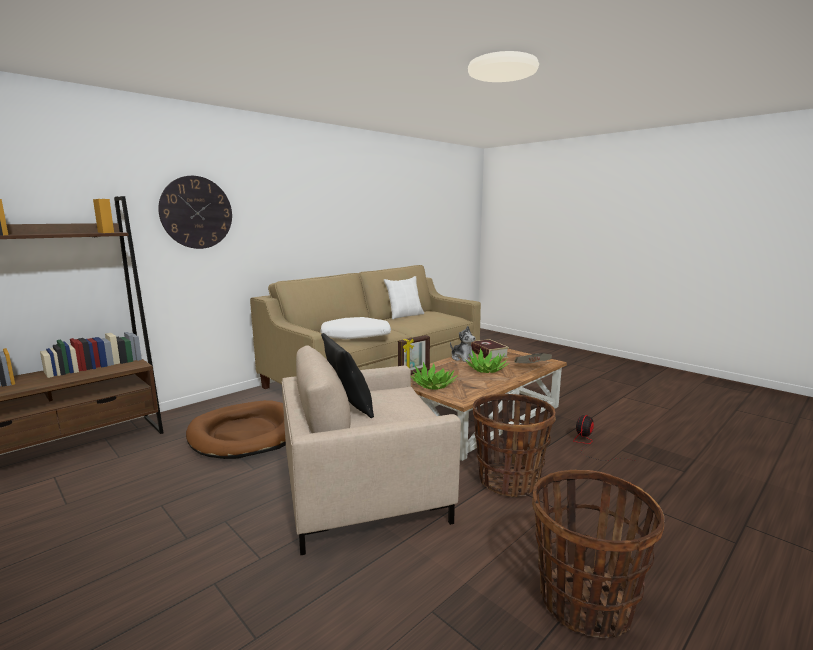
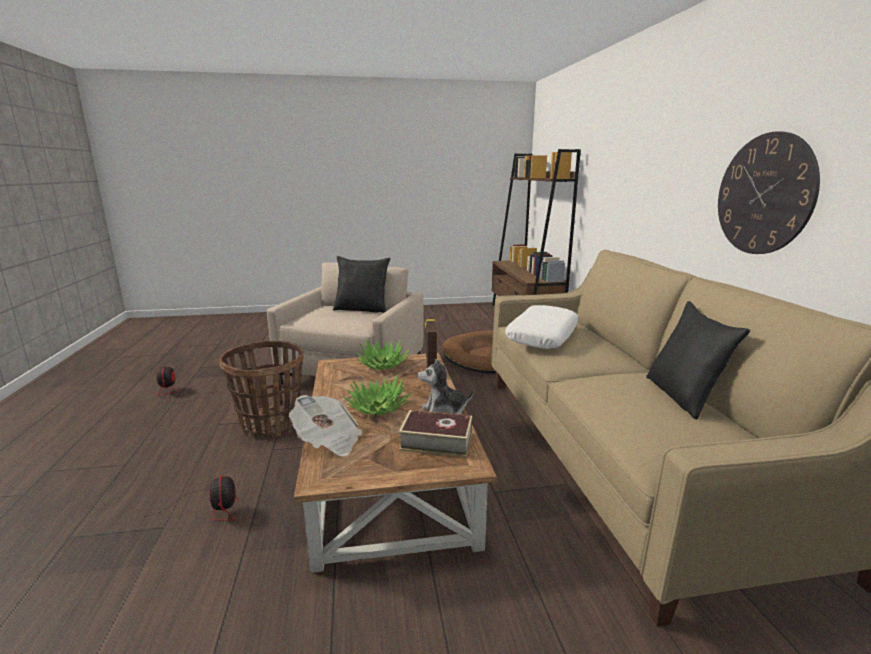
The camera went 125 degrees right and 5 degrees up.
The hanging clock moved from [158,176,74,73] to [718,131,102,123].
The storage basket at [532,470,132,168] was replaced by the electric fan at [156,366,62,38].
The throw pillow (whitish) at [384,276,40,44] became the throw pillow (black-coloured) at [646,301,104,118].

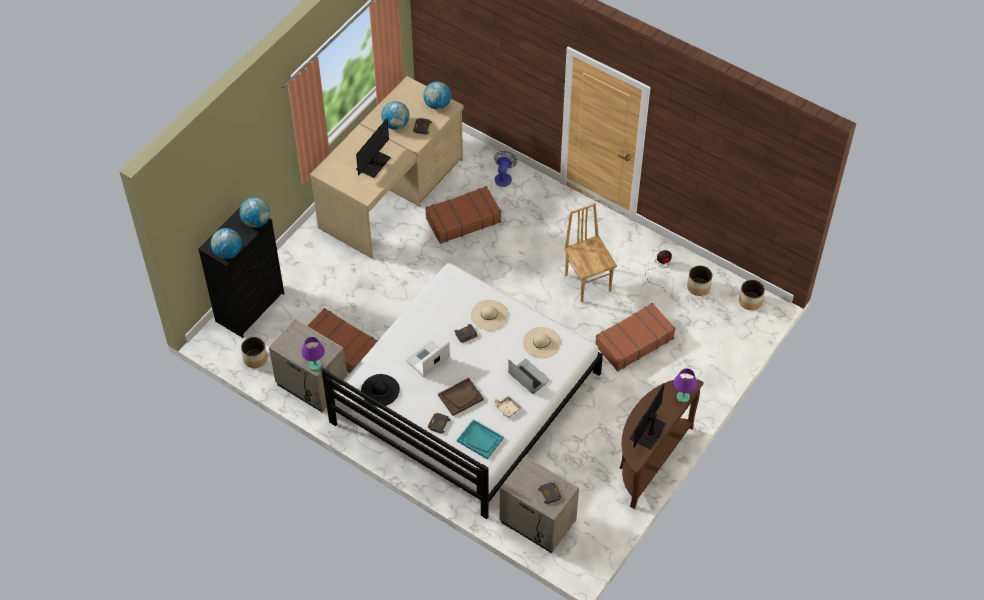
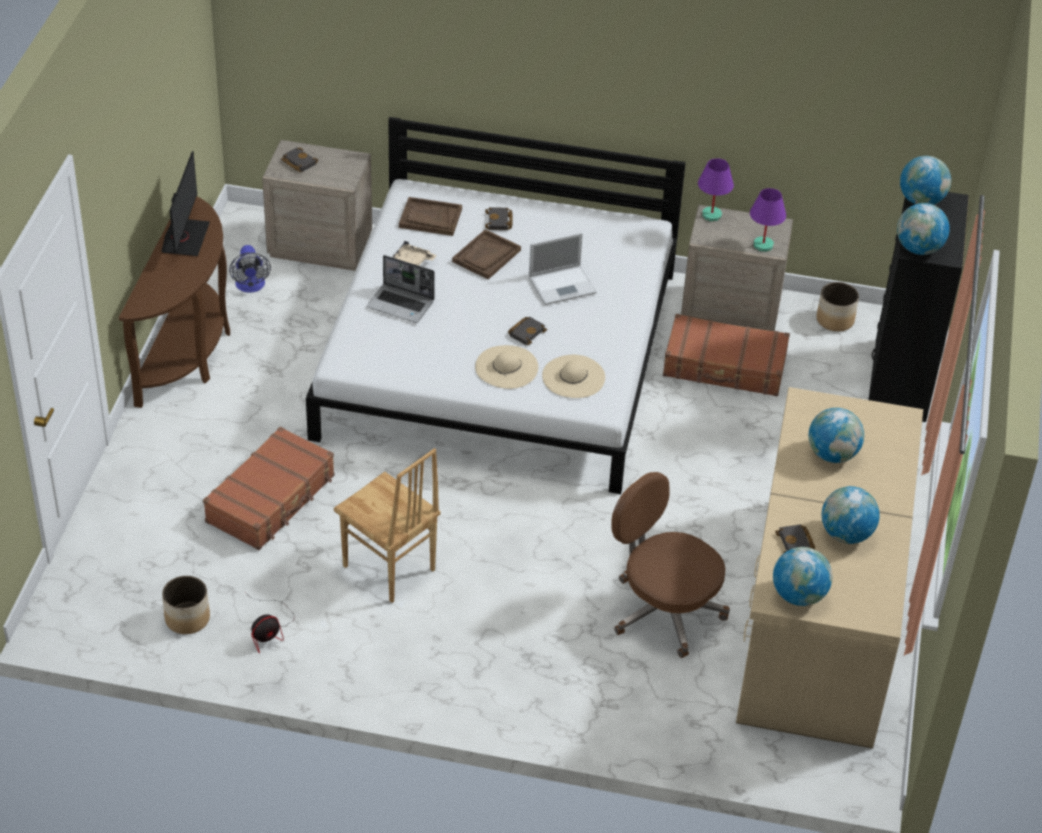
The camera went 155 degrees right and 10 degrees down.
The wearable hat (black-coloured) at [361,374,39,33] disappeared.
The plant pot at [739,280,26,30] disappeared.
The electric fan moved from [494,151,23,36] to [229,245,42,48].
The wearable hat (sand-coloured) moved from [523,327,37,31] to [542,355,63,43].
The lamp for a table (purplish) moved from [674,368,24,35] to [750,188,36,64].
The computer display at [356,118,35,60] was replaced by the desk globe at [808,408,56,55].
The suitcase (brownish) at [425,186,77,58] was replaced by the office chair (brownish) at [611,472,119,186].
The carrying tray (turquoise) at [457,419,47,40] became the carrying tray (brownish) at [399,197,63,39].
The portable computer at [406,341,44,36] turned 45 degrees clockwise.

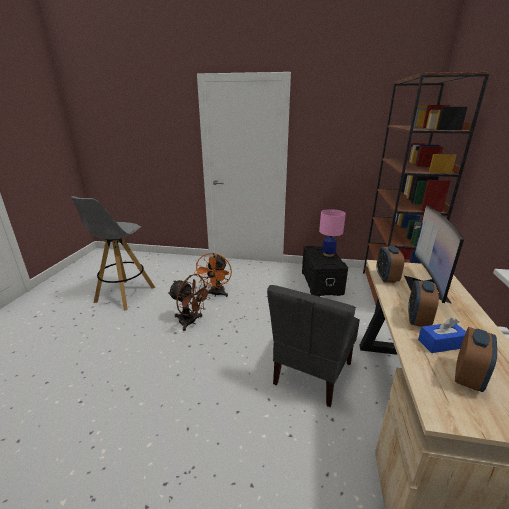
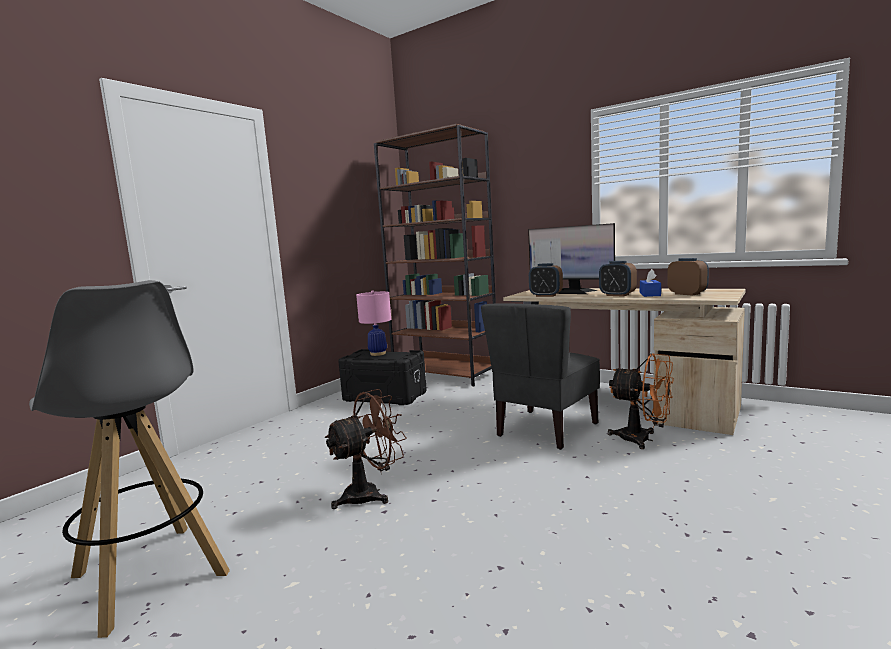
The camera went 65 degrees left and 15 degrees down.
The electric fan (orangey) moved from [194,253,38,44] to [608,353,66,96].
The upright chair (greyish) at [267,285,93,122] turned 75 degrees clockwise.

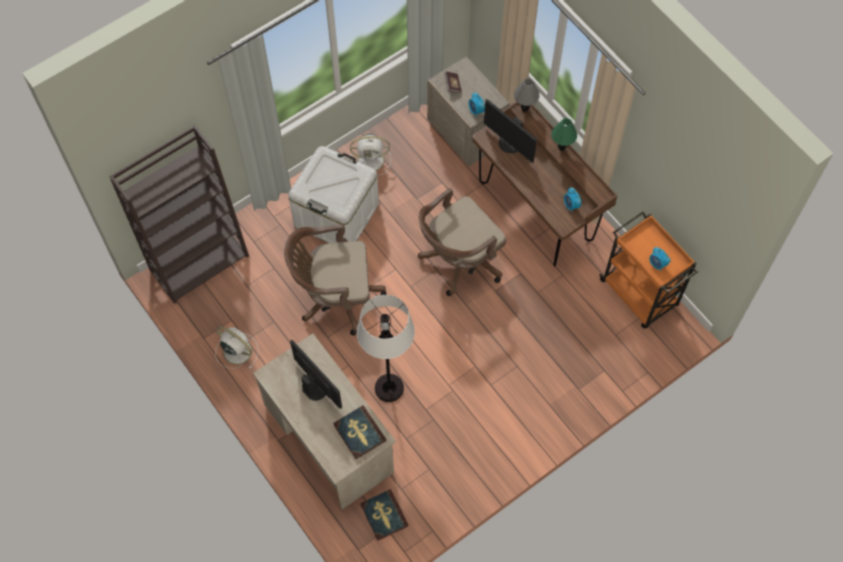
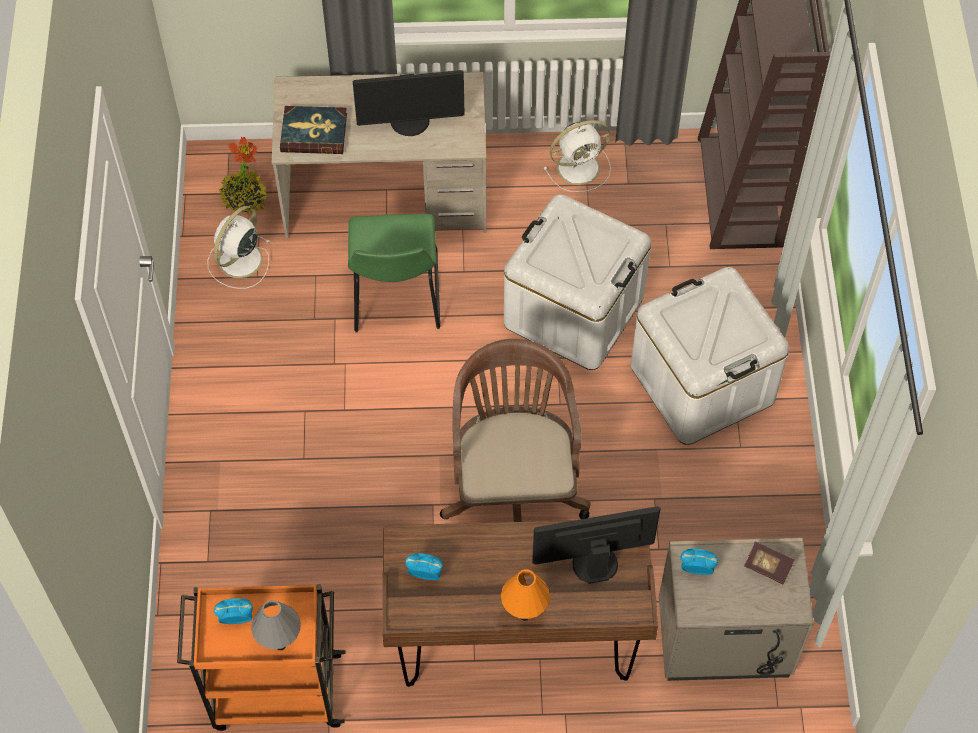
The camera went 125 degrees right and 5 degrees down.
The electric fan (whitish) moved from [350,134,41,42] to [208,206,62,83].
The lamp for a table (greyish) moved from [514,78,26,34] to [251,600,50,50].
The office chair (brownish) at [284,224,103,111] was replaced by the storage container (whitish) at [504,194,147,176].
The standing lamp (whitish) at [357,295,58,107] was replaced by the upright chair (green) at [348,214,93,118].
The book at [360,489,49,52] was replaced by the plant in a pot at [218,137,50,79].
The lamp for a table (green) at [551,118,26,33] became the lamp for a table (orangey) at [501,569,49,52].

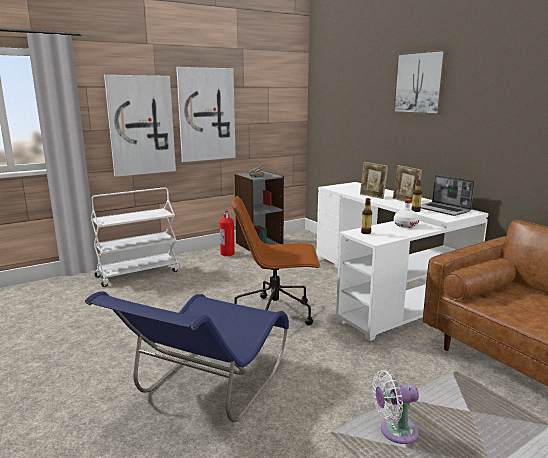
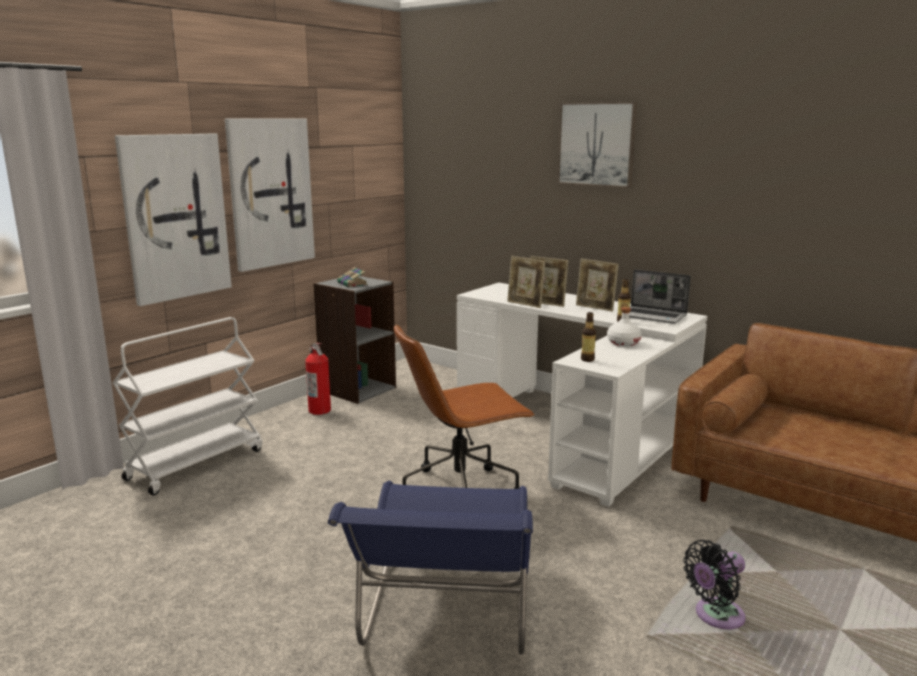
The camera went 20 degrees left and 0 degrees up.
The photo frame at [507,256,39,52] appeared.
The electric fan (whitish) at [373,370,46,74] became the electric fan (black-coloured) at [683,540,63,89].

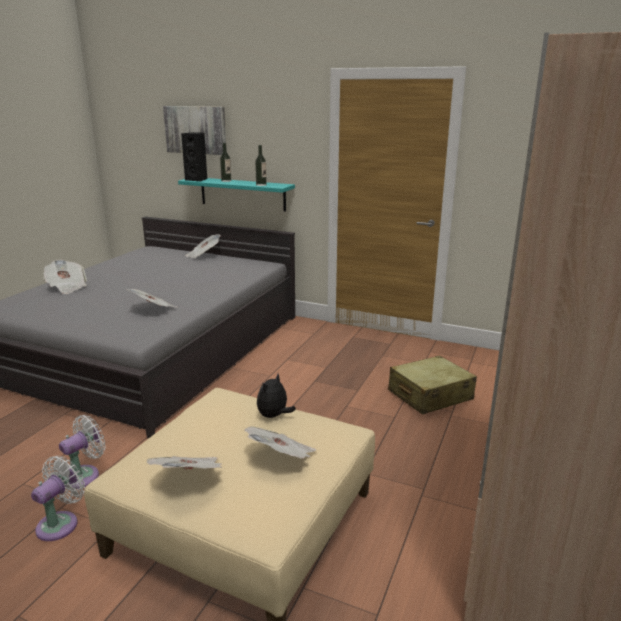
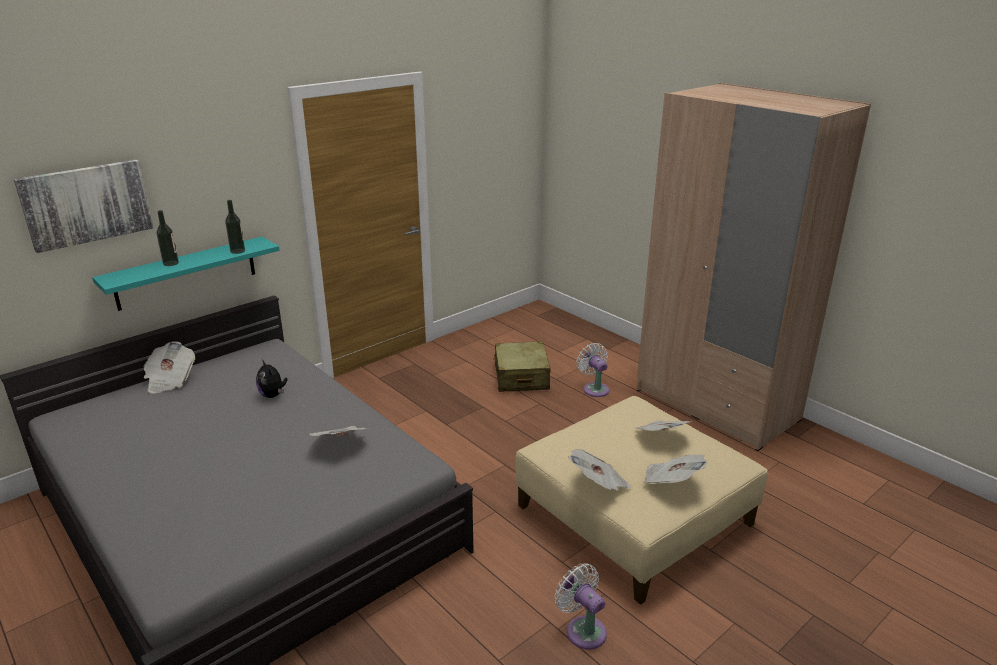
The camera went 65 degrees left and 5 degrees up.
The audio speaker (black-coloured) at [181,132,26,50] disappeared.
The newspaper moved from [44,259,43,35] to [568,449,63,41].
The electric fan (whitish) moved from [59,415,47,74] to [576,343,33,54].
The soft toy moved from [257,374,39,44] to [256,361,32,37].

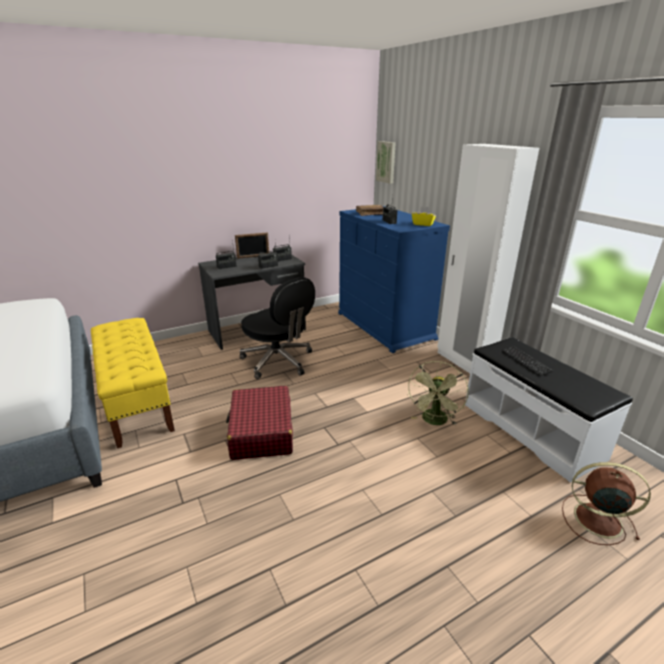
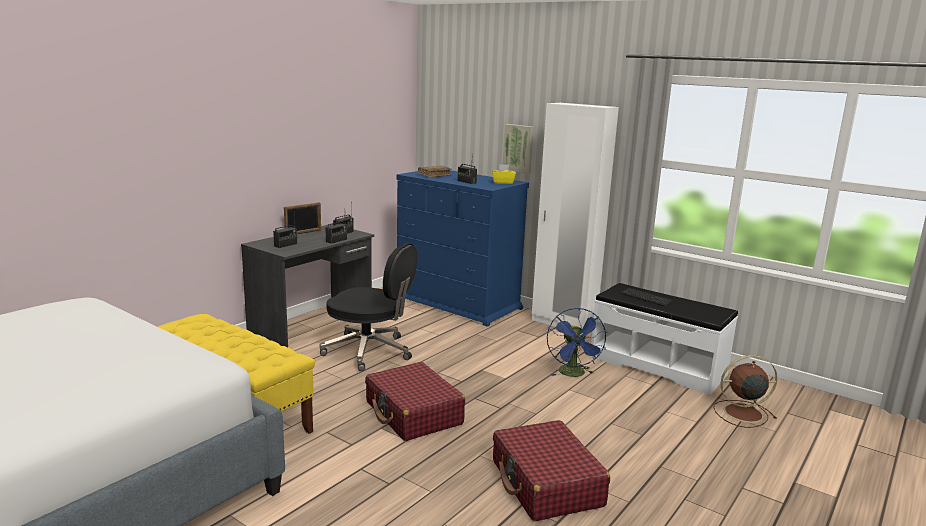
The camera went 25 degrees left and 10 degrees down.
The suitcase (red) at [493,420,117,101] appeared.
The wall picture moved from [376,141,20,43] to [503,124,31,49].
The electric fan (green) at [407,361,62,64] became the electric fan (blue-coloured) at [547,308,60,69].

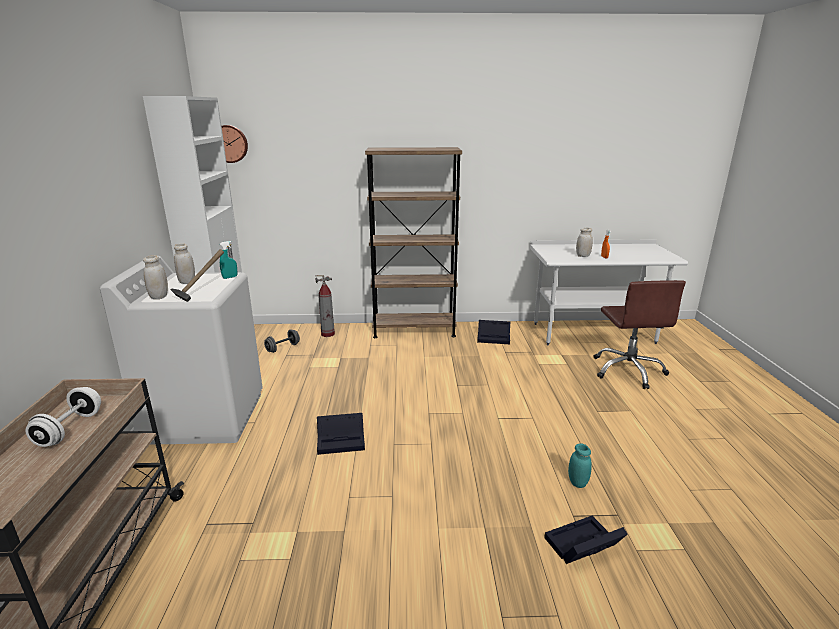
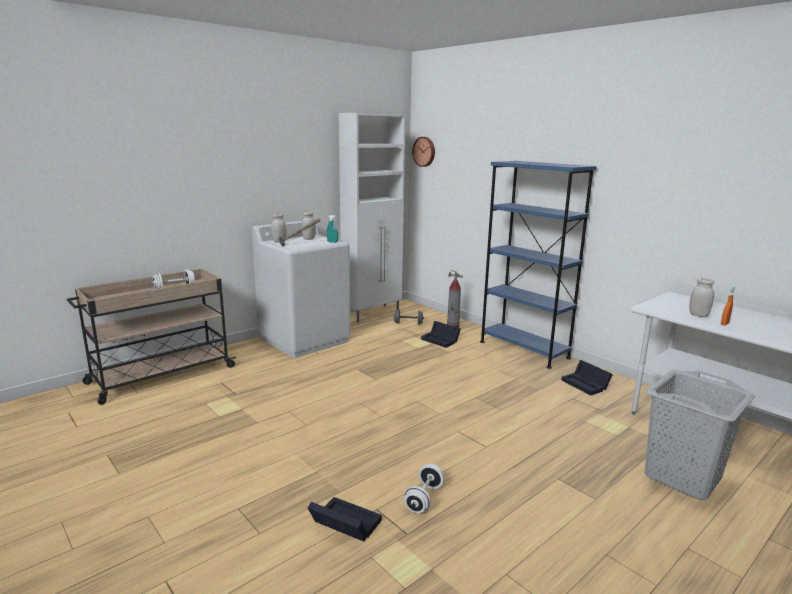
The camera went 50 degrees right and 5 degrees down.
The storage container (black-coloured) moved from [317,413,48,42] to [421,321,40,27].
The preserve jar (turquoise) at [568,444,24,44] was replaced by the free weight (whitish) at [404,464,40,49].
The office chair (brownish) at [594,280,92,109] was replaced by the laundry basket (greyish) at [645,370,110,130].
The shelving unit (brownish) at [365,147,97,191] became the shelving unit (blue-coloured) at [480,161,117,208].

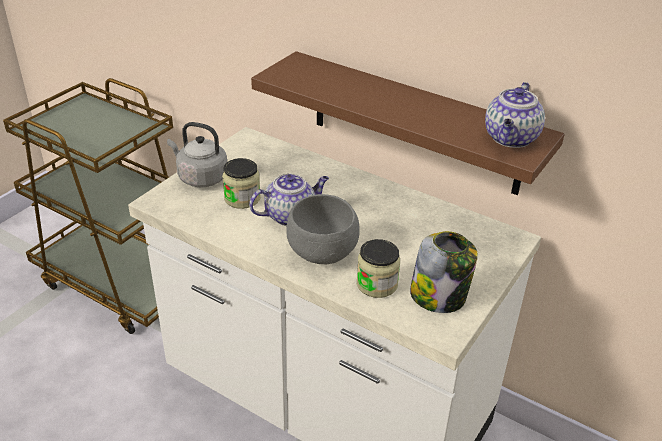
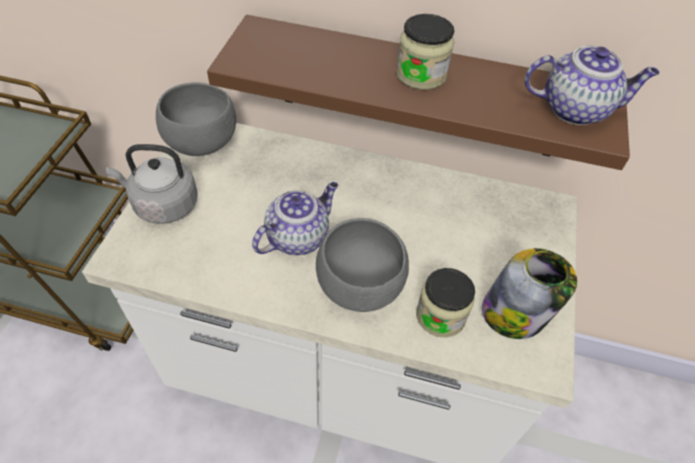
The camera went 20 degrees left and 15 degrees up.
The serving bowl (greyish) at [156,82,80,74] appeared.
The preserve jar moved from [222,158,38,51] to [396,14,58,76].
The pot for tea at [485,82,60,66] turned 90 degrees counterclockwise.

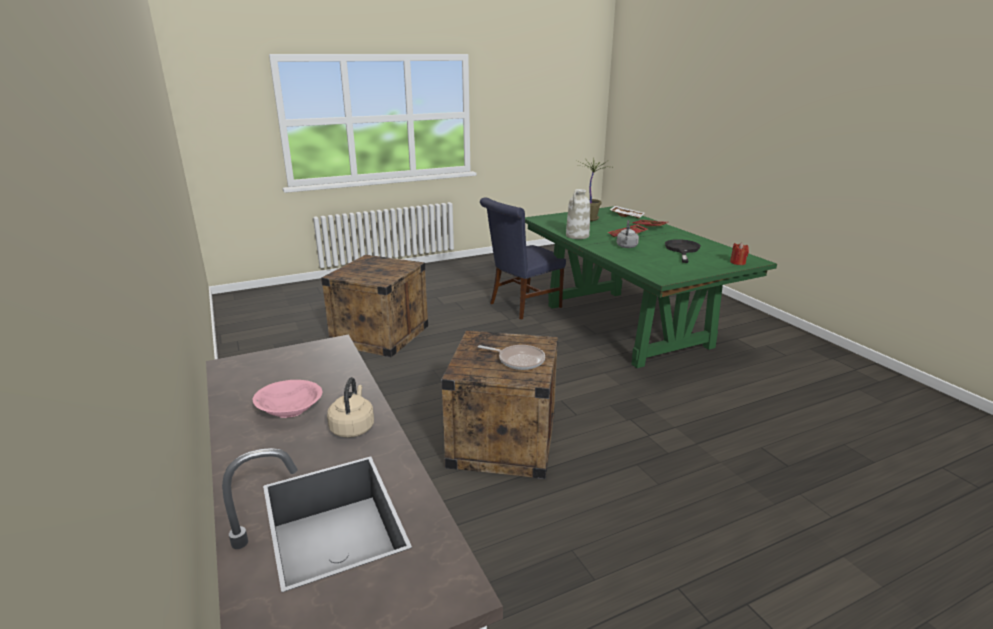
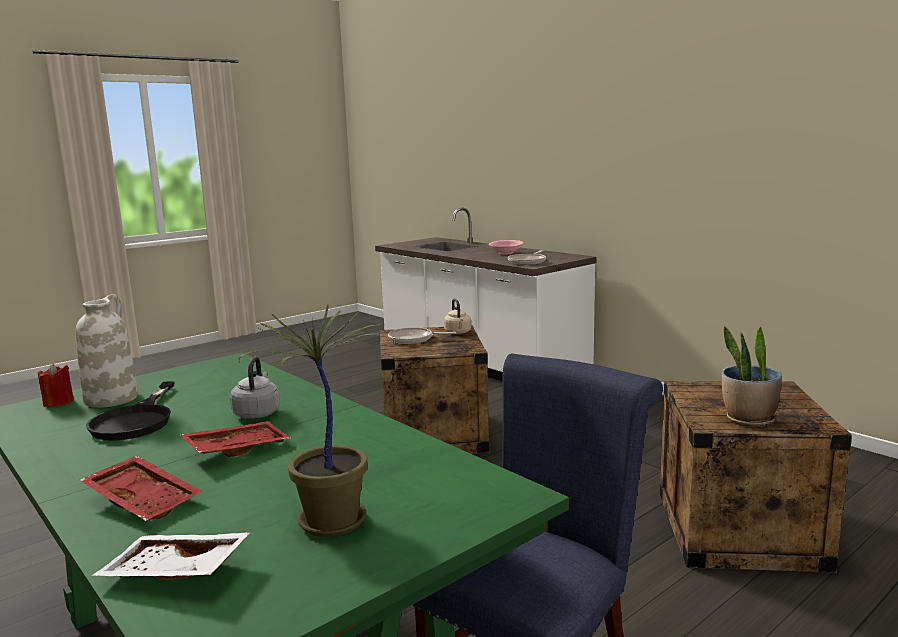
The camera went 165 degrees right and 10 degrees down.
The pan at [508,250,38,15] appeared.
The plant in a pot at [722,326,60,101] appeared.
The water kettle (sand-coloured) moved from [327,377,47,61] to [444,298,28,36].
The vase (whitish) moved from [566,189,24,50] to [75,294,63,114].

